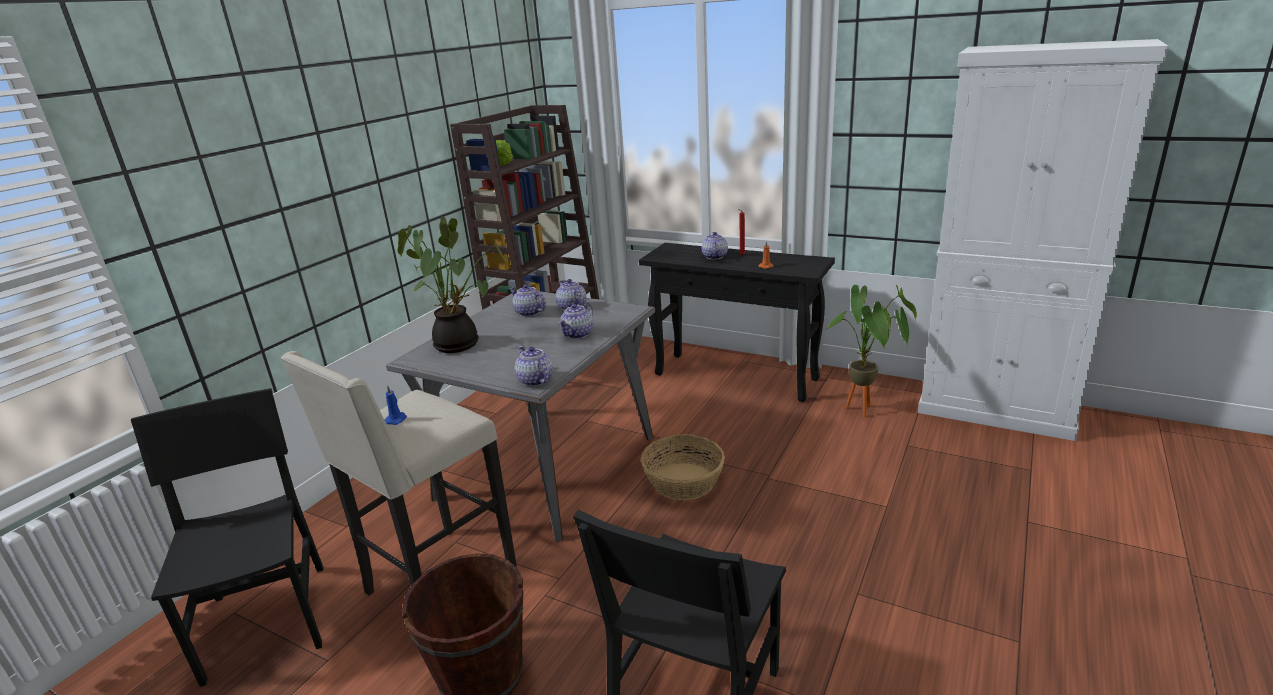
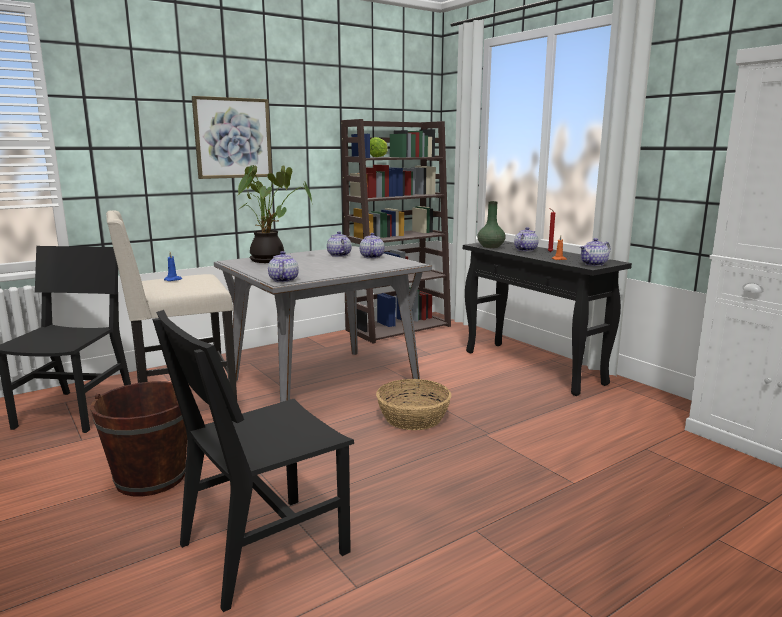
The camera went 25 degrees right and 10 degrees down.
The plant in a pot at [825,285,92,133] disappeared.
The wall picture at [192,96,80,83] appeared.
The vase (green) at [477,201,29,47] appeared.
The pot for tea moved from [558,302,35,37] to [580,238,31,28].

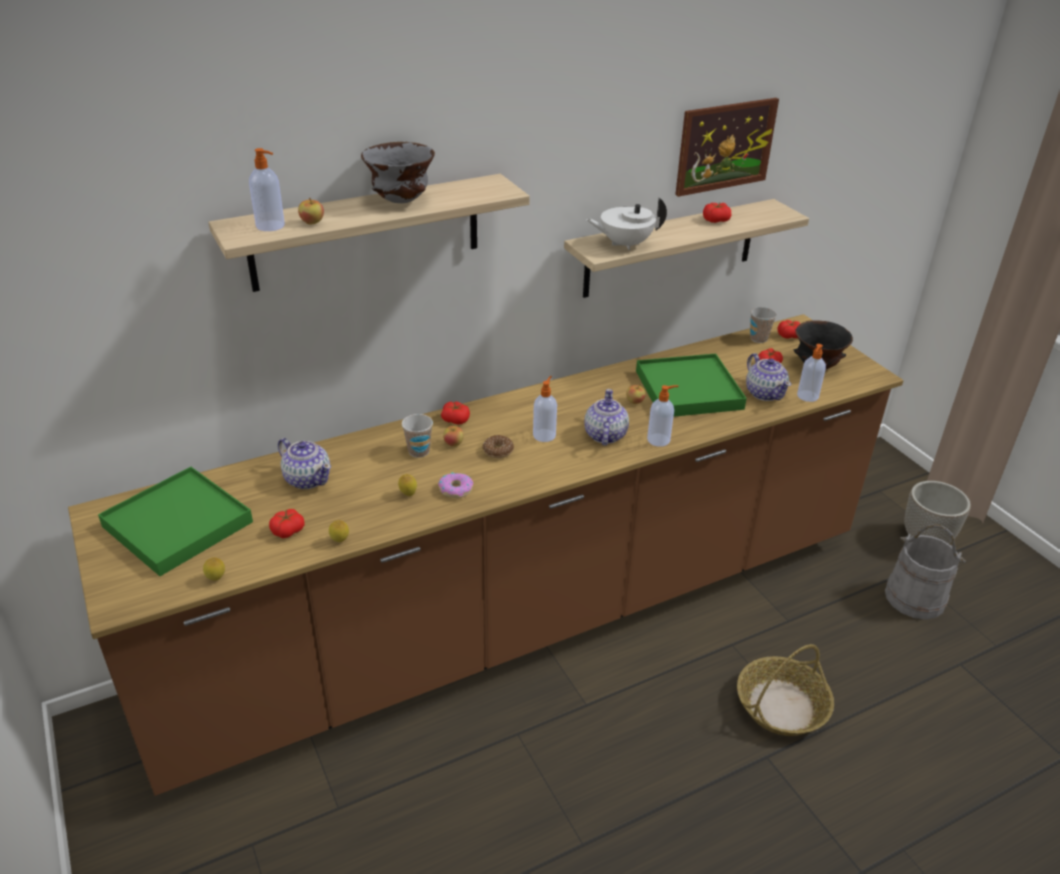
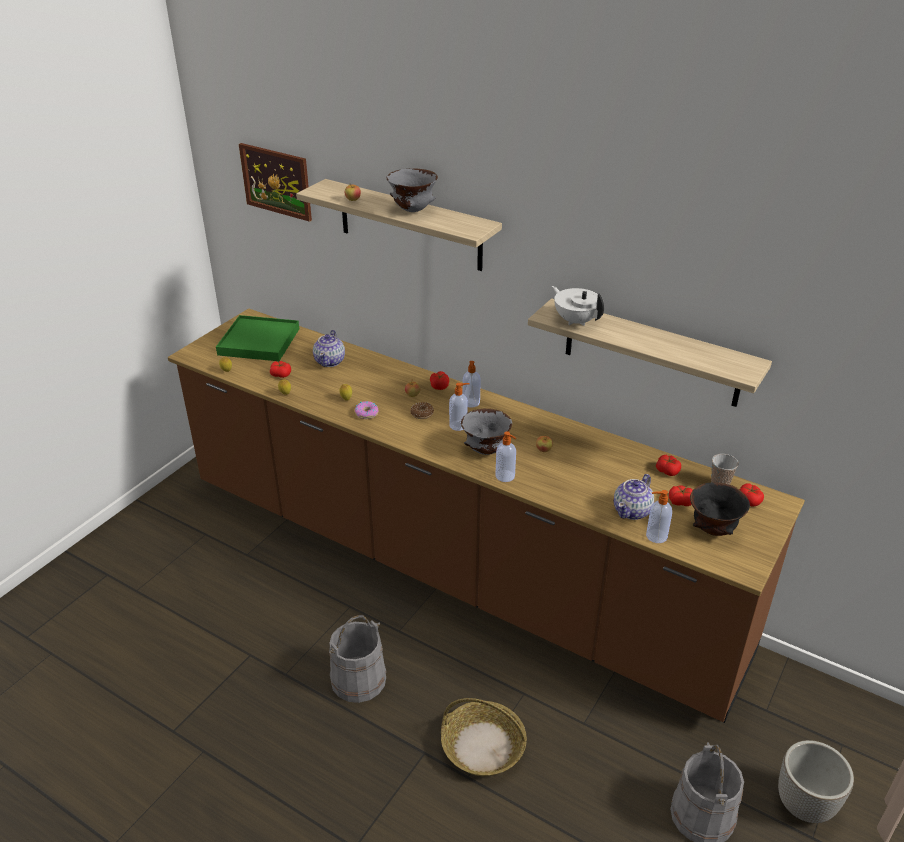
The camera went 60 degrees right and 0 degrees up.
The small cup at [402,414,31,44] disappeared.
The carrying tray (green) at [636,354,111,63] disappeared.
The bucket (greyish) at [329,615,57,88] appeared.
The soap dispenser moved from [249,148,36,83] to [463,361,18,47].
The wall picture moved from [675,98,104,99] to [239,143,73,79].
The fresh tomato moved from [703,203,28,20] to [656,455,25,21].
The pot for tea at [584,389,45,57] was replaced by the serving bowl (greyish) at [461,408,51,47].

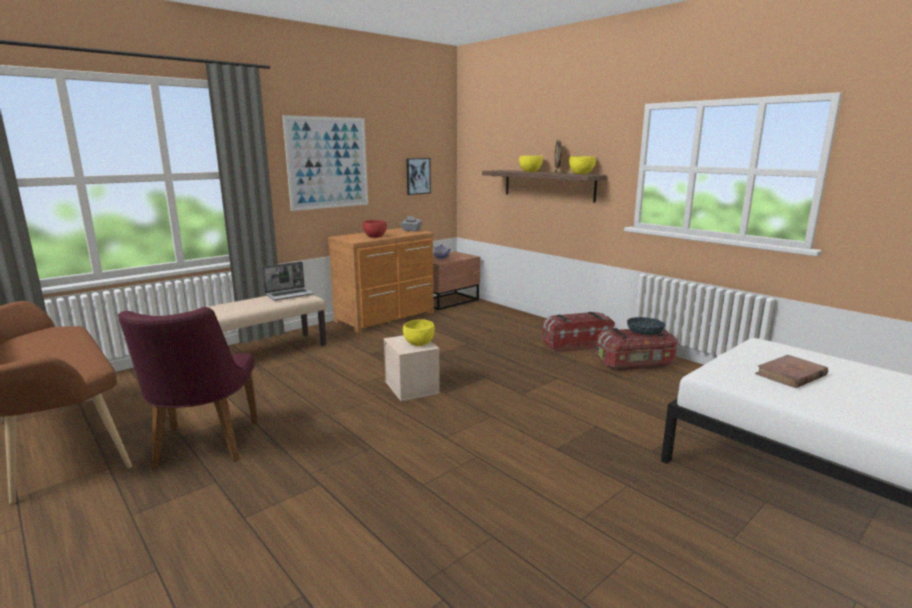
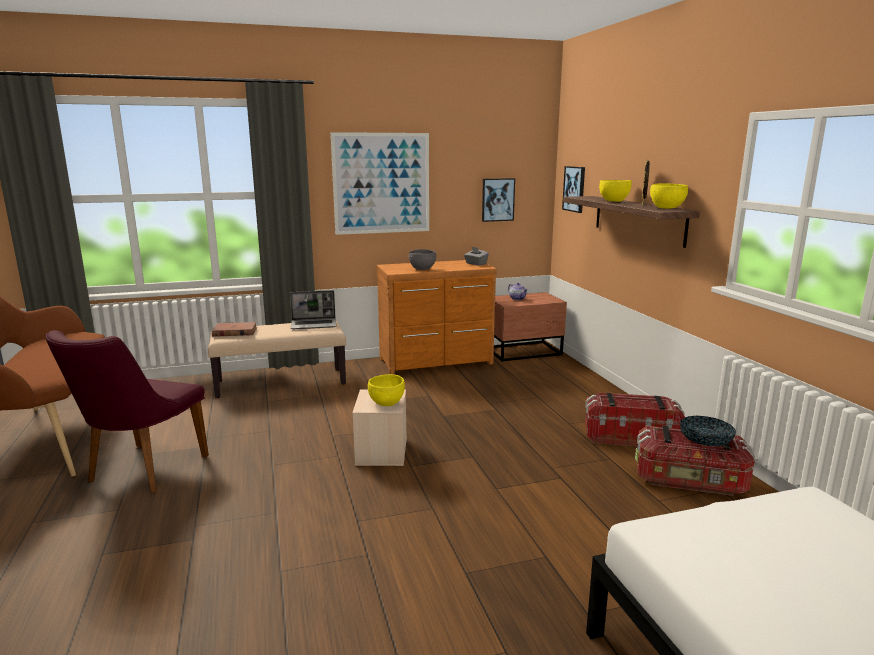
The camera went 25 degrees right and 0 degrees up.
The wall picture at [562,166,23,47] appeared.
The book (brownish) moved from [755,355,73,33] to [212,322,45,15].
The serving bowl (red) at [363,220,24,18] became the serving bowl (greyish) at [409,249,27,21].

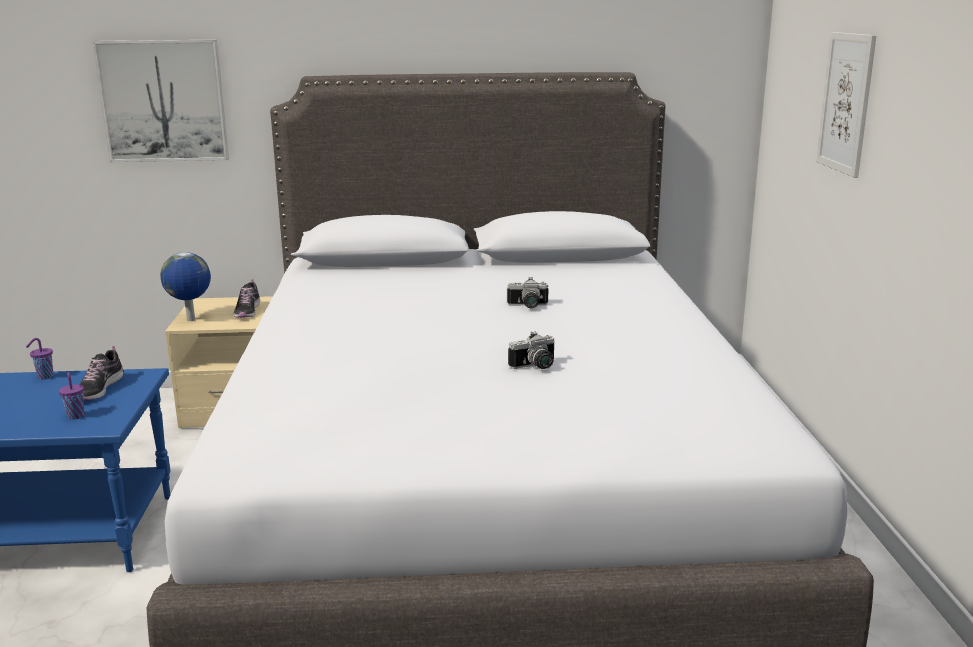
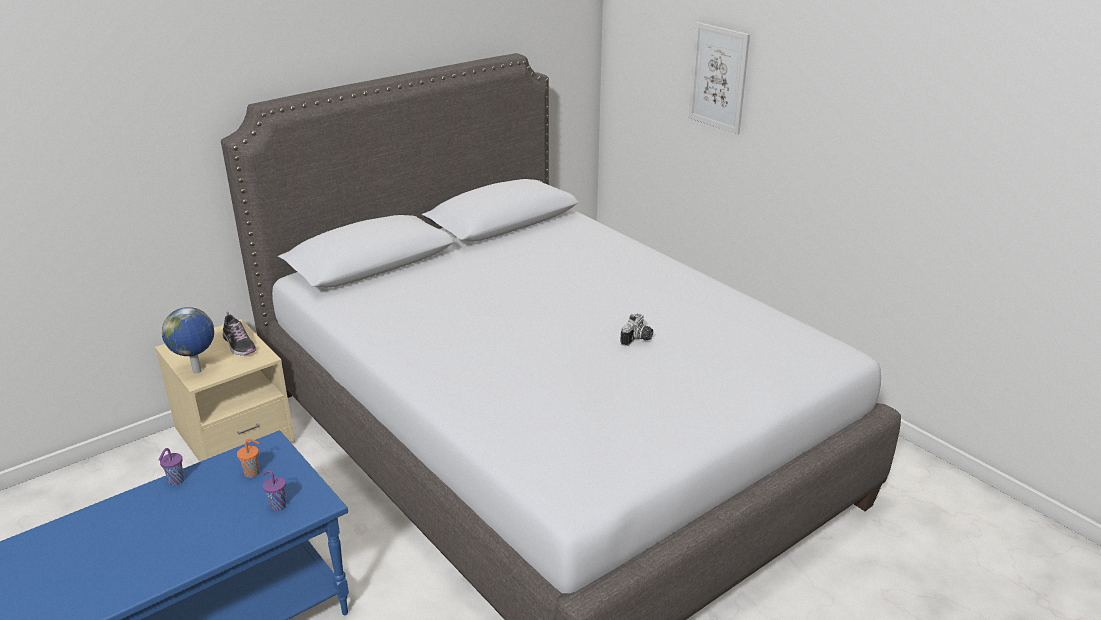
The camera went 35 degrees left and 10 degrees up.
The wall picture at [93,40,136,122] disappeared.
The still camera at [507,277,41,31] disappeared.
The item of footwear at [80,346,44,54] was replaced by the small cup (orangey) at [237,439,22,39].

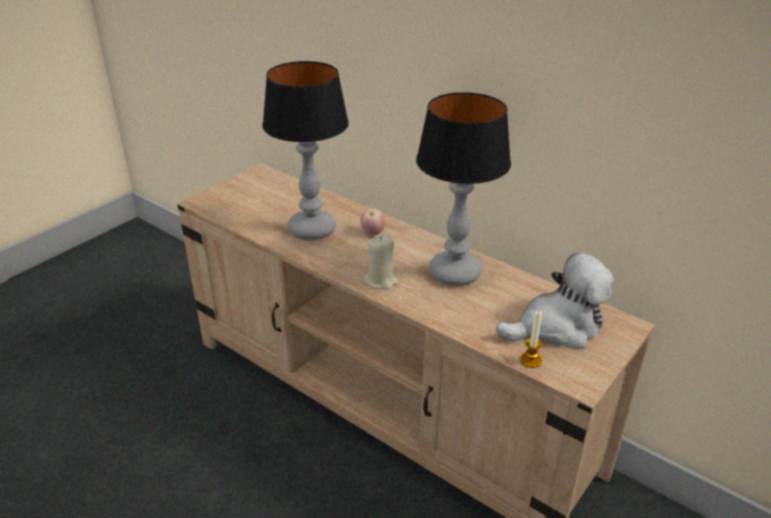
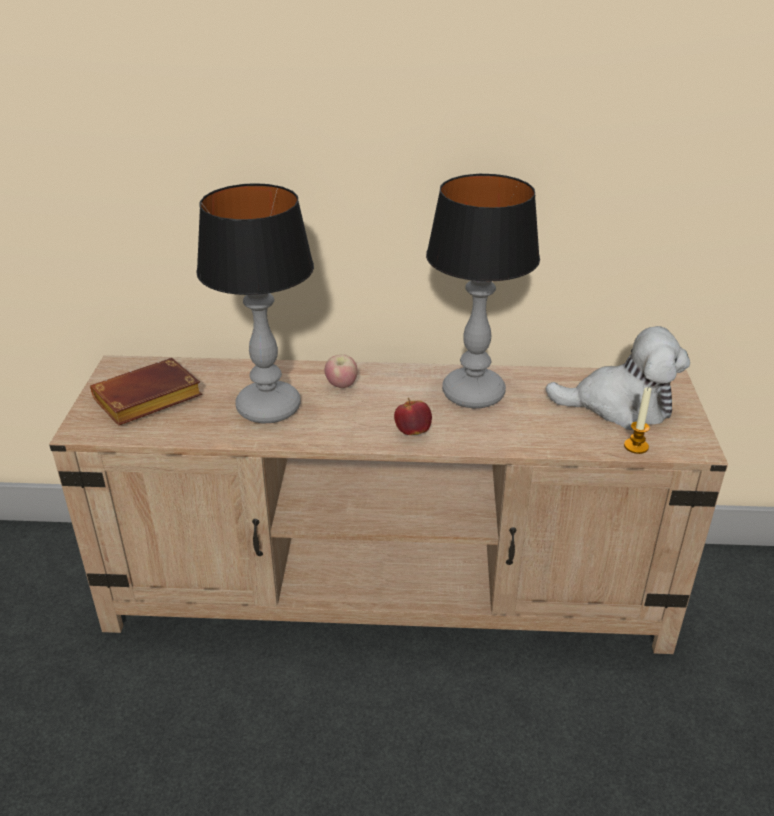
The camera went 35 degrees left and 0 degrees up.
The book (brownish) at [90,358,112,68] appeared.
The candle (sand-coloured) at [364,235,35,55] was replaced by the whole apple at [394,398,38,37].
The soft toy at [496,252,118,98] turned 60 degrees clockwise.

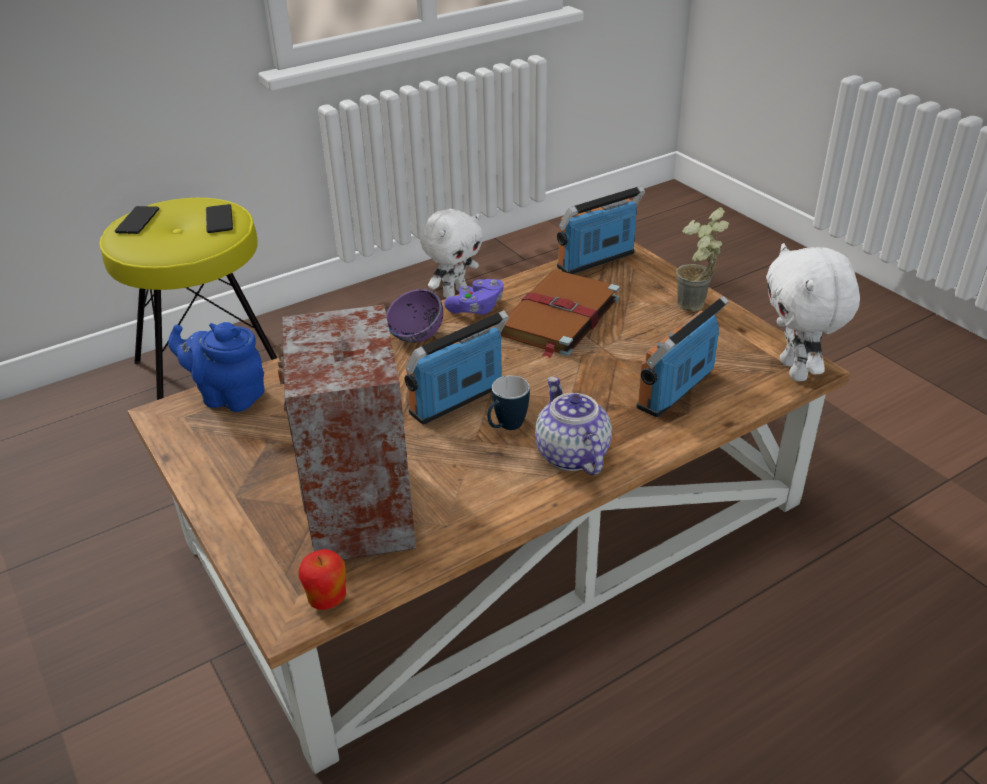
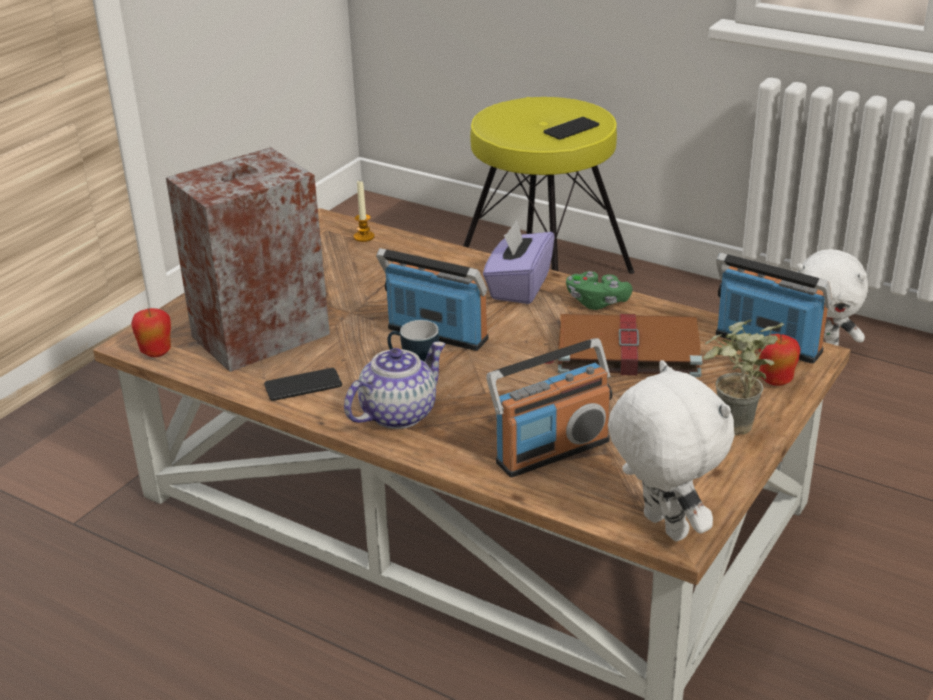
The camera went 65 degrees right and 5 degrees down.
The whole apple at [759,334,41,52] appeared.
The telephone moved from [115,206,44,28] to [264,368,78,33].
The pot for tea (blue-coloured) at [168,322,97,90] was replaced by the candle at [354,181,21,61].
The serving bowl (purplish) at [386,289,57,54] was replaced by the tissue box (purplish) at [483,220,72,84].
The joypad (purplish) at [444,279,60,36] became the joypad (green) at [566,271,66,39].
The radio at [636,296,93,121] turned 135 degrees clockwise.
The soft toy (whitish) at [766,243,94,138] turned 90 degrees clockwise.

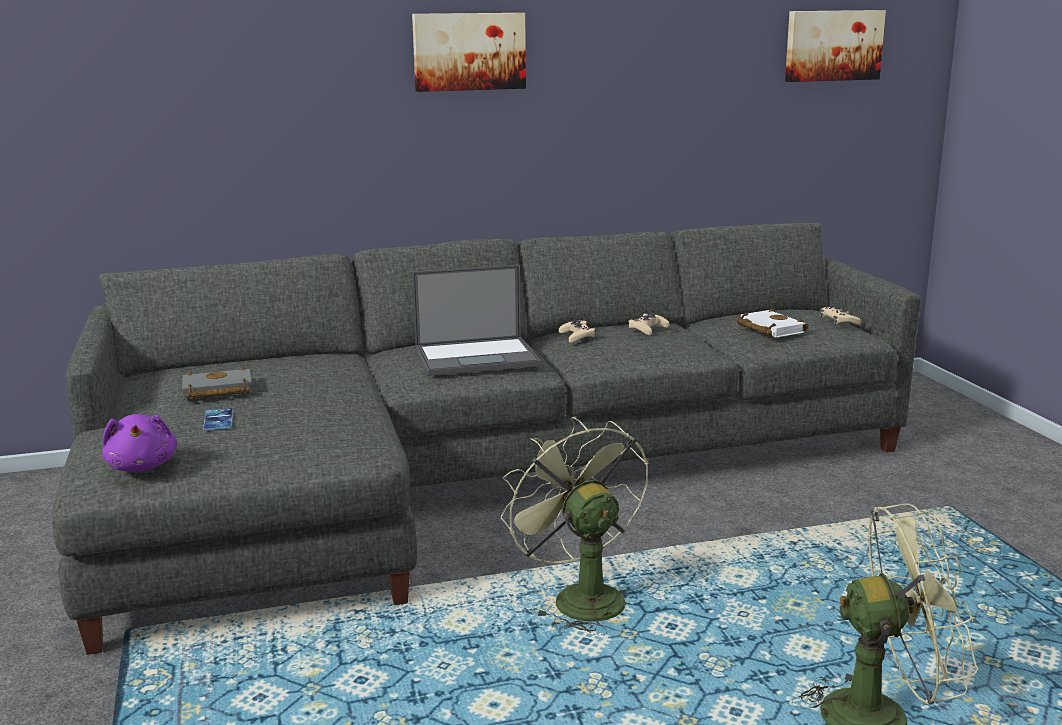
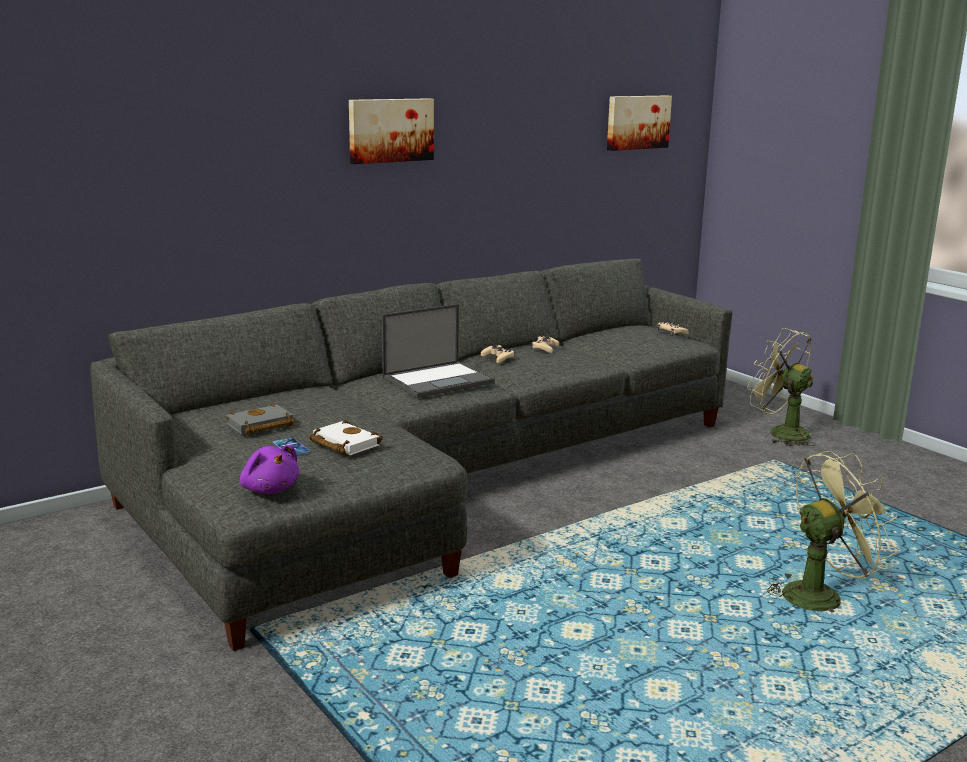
The camera went 20 degrees left and 0 degrees up.
The electric fan (green) moved from [501,417,148,218] to [747,328,69,118].
The book (whitish) moved from [736,308,73,30] to [309,420,74,36].

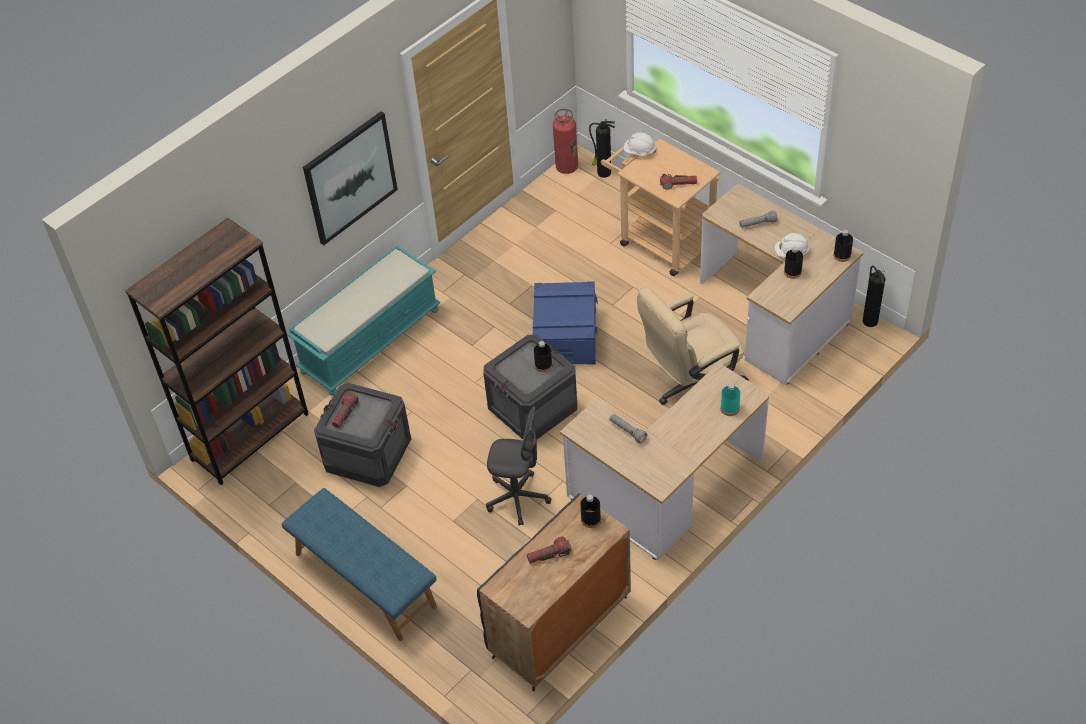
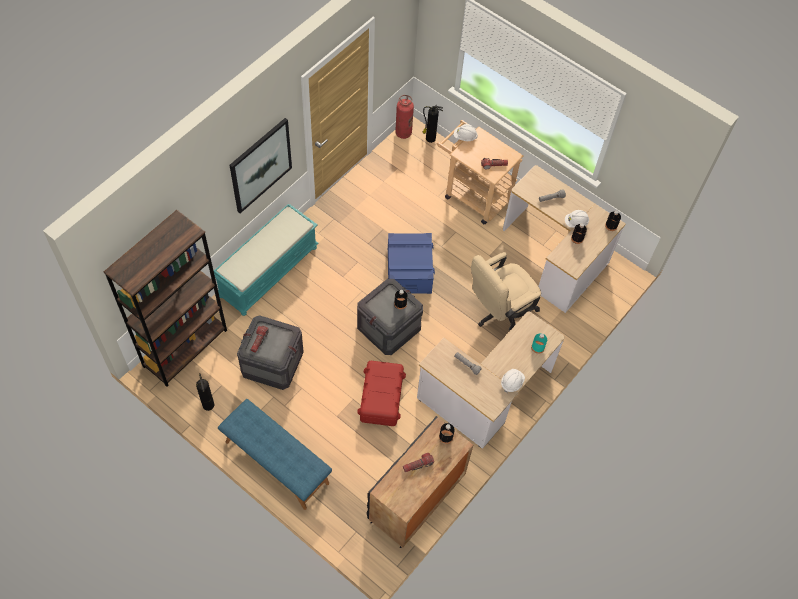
The camera went 10 degrees left and 10 degrees up.
The hard hat (whitish) at [501,369,24,24] appeared.
The extinguisher moved from [863,266,22,61] to [196,373,18,38].
The office chair (greyish) at [486,406,65,120] was replaced by the storage container (red) at [357,361,49,65].

